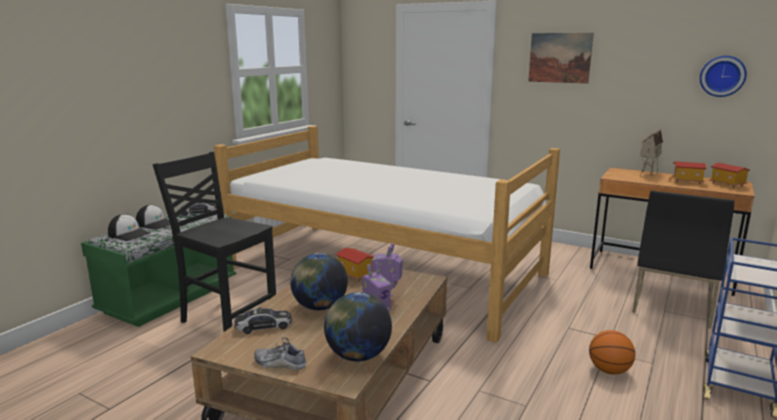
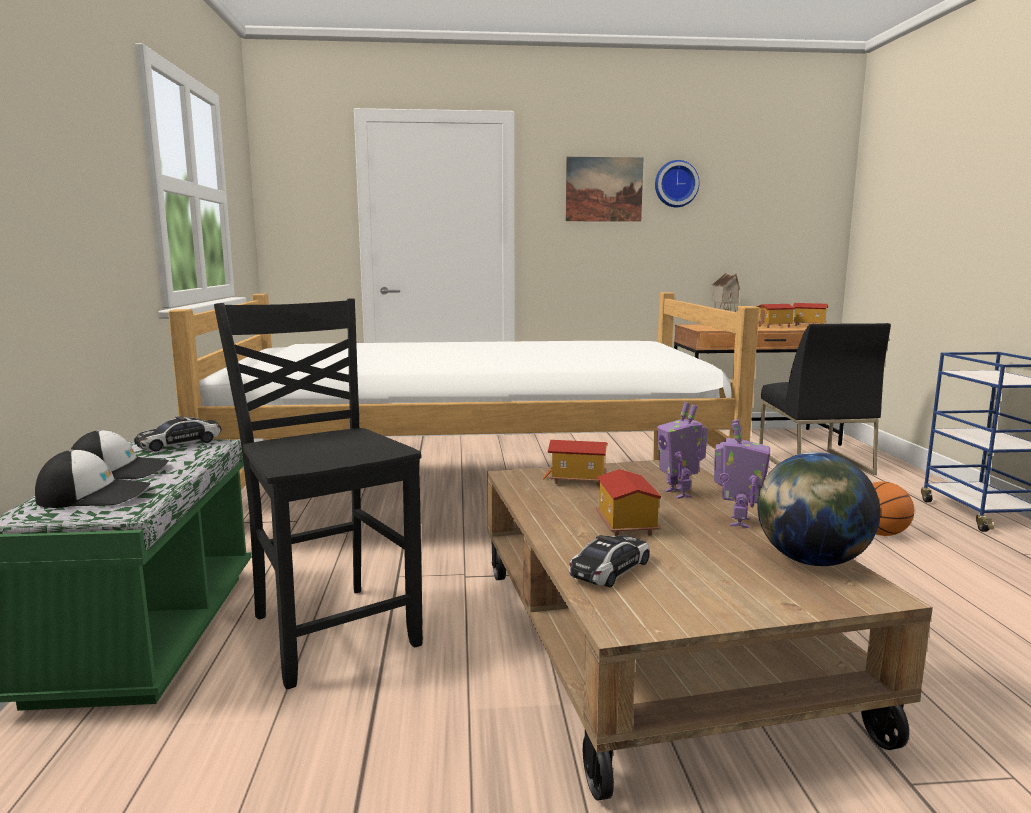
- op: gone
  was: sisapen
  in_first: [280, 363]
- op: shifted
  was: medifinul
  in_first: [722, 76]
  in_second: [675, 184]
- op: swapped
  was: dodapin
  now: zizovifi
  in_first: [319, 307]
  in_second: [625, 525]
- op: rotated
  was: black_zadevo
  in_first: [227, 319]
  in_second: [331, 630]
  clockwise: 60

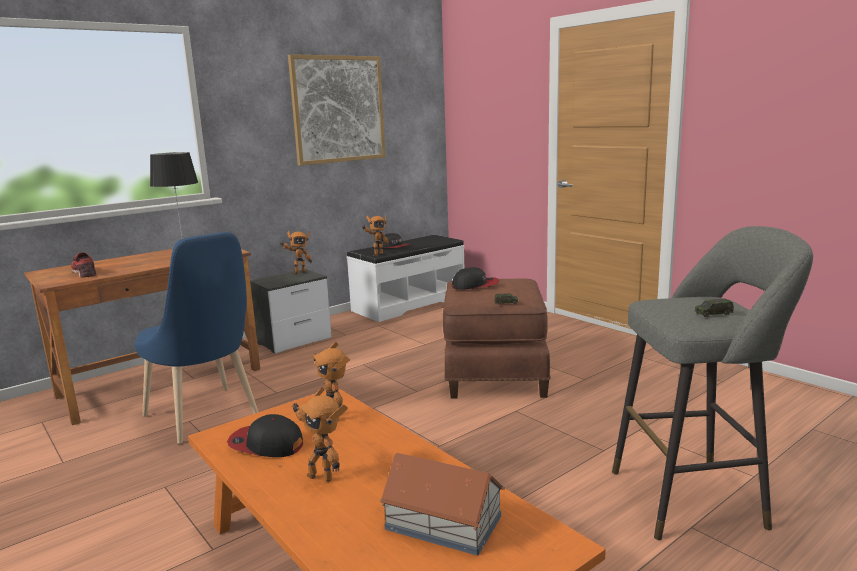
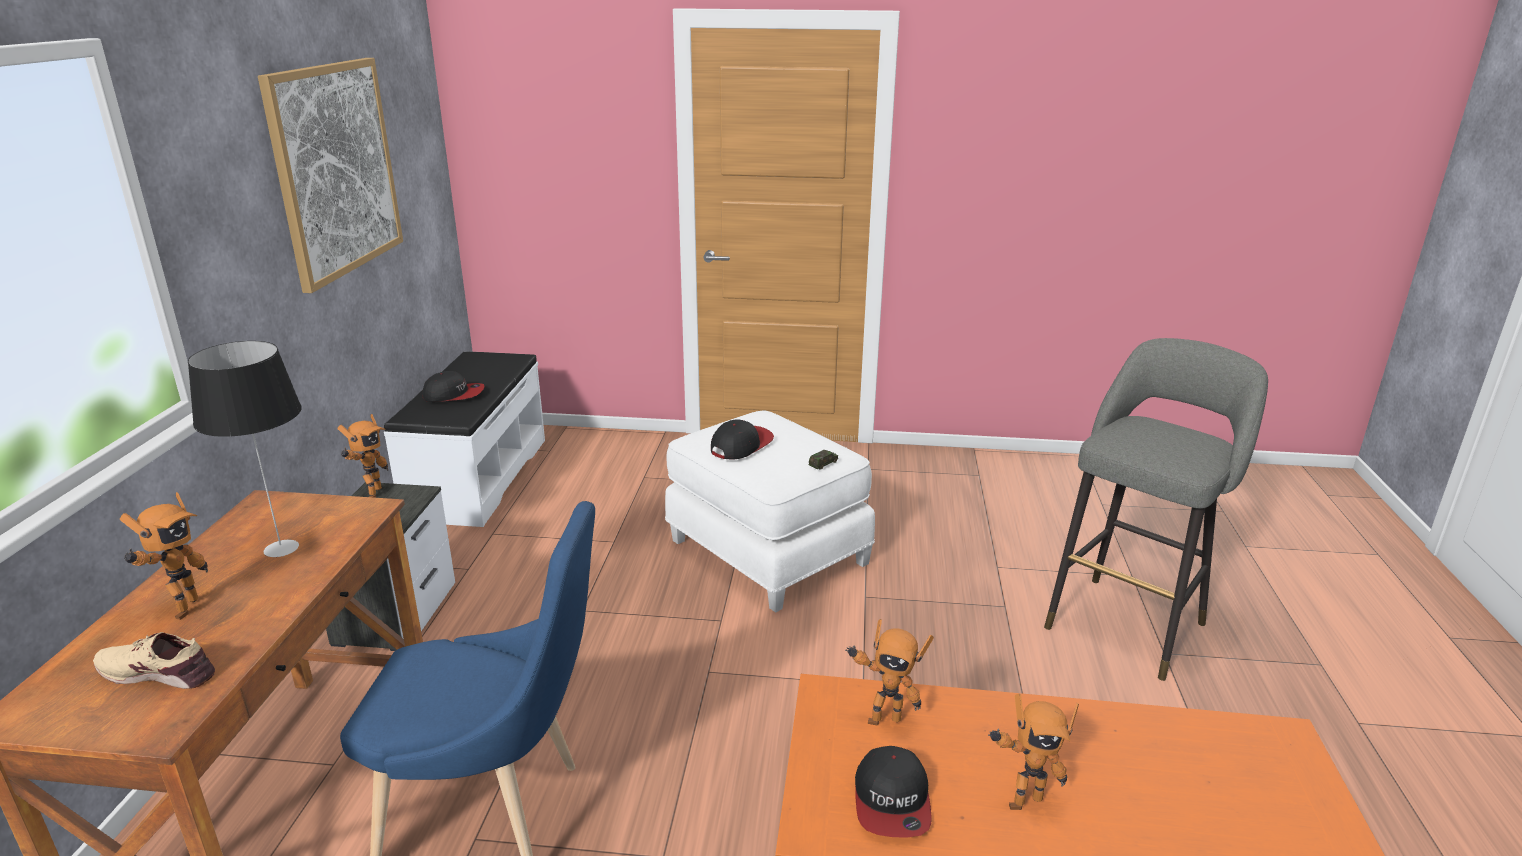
- op: gone
  was: zizovifi
  in_first: [442, 521]
- op: gone
  was: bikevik
  in_first: [713, 314]
- op: shifted
  was: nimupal
  in_first: [376, 254]
  in_second: [181, 609]
- op: repainted
  was: red_sisapen
  now: beige_sisapen
  in_first: [85, 272]
  in_second: [159, 673]
- op: repainted
  was: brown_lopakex
  now: white_lopakex
  in_first: [493, 373]
  in_second: [766, 553]
- op: rotated
  was: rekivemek
  in_first: [266, 444]
  in_second: [892, 801]
  clockwise: -60

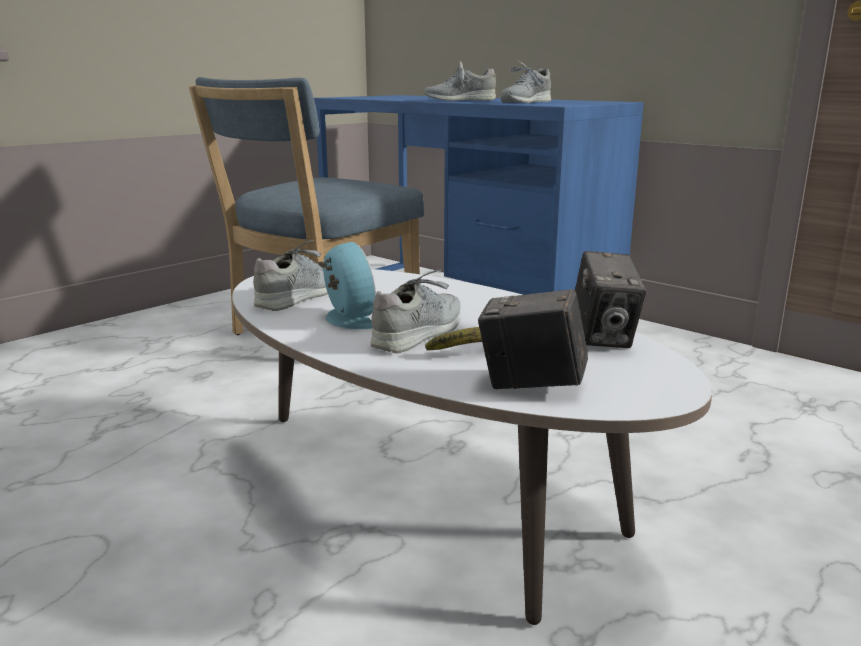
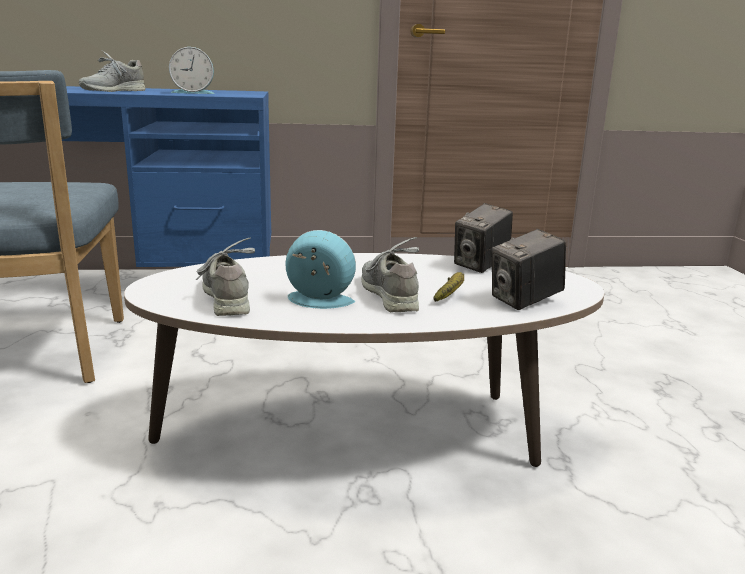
- op: swapped
  was: grey_sisapen
  now: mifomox
  in_first: [525, 102]
  in_second: [193, 93]
- op: rotated
  was: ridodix
  in_first: [603, 338]
  in_second: [481, 265]
  clockwise: 90

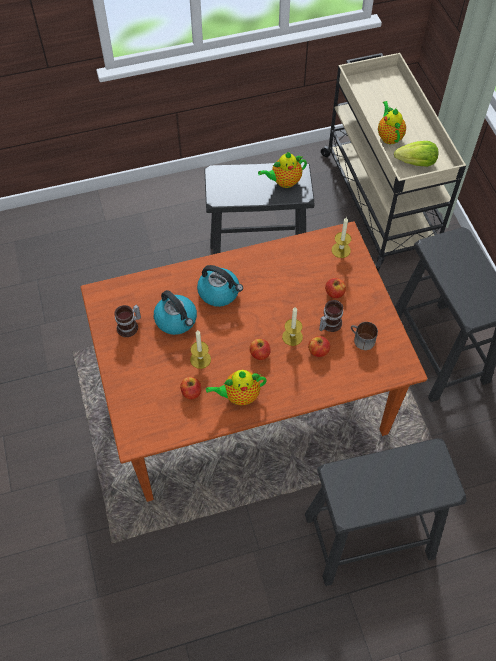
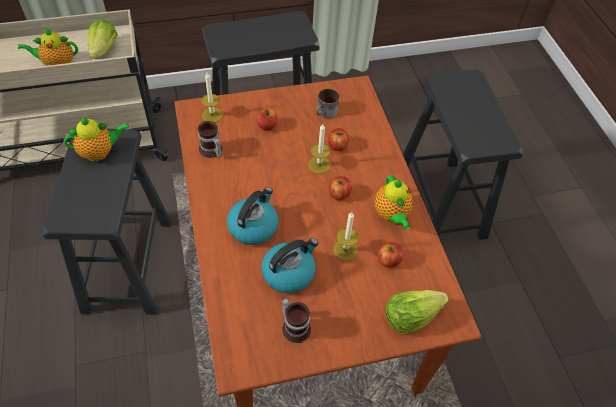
- op: new
  now: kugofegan
  in_second: [410, 317]
- op: shifted
  was: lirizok
  in_first: [329, 323]
  in_second: [211, 151]
- op: rotated
  was: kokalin
  in_first: [284, 182]
  in_second: [100, 152]
  clockwise: -90

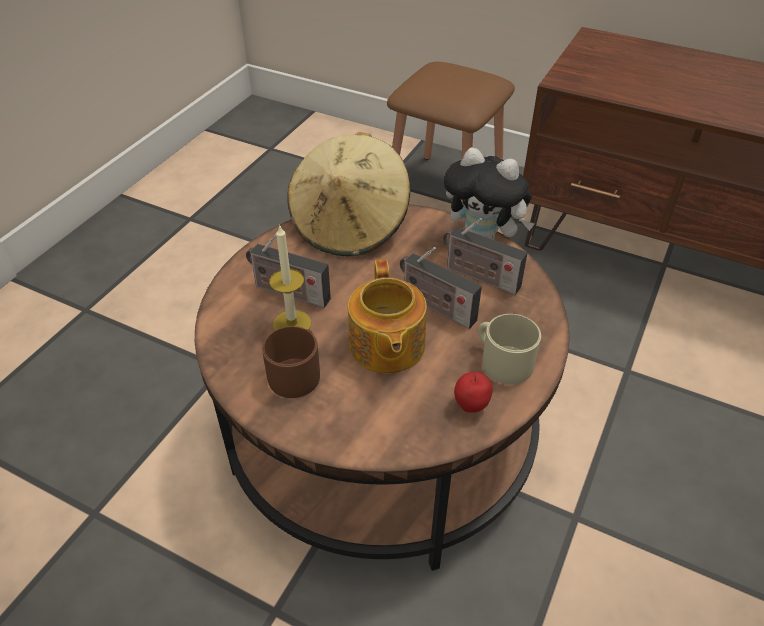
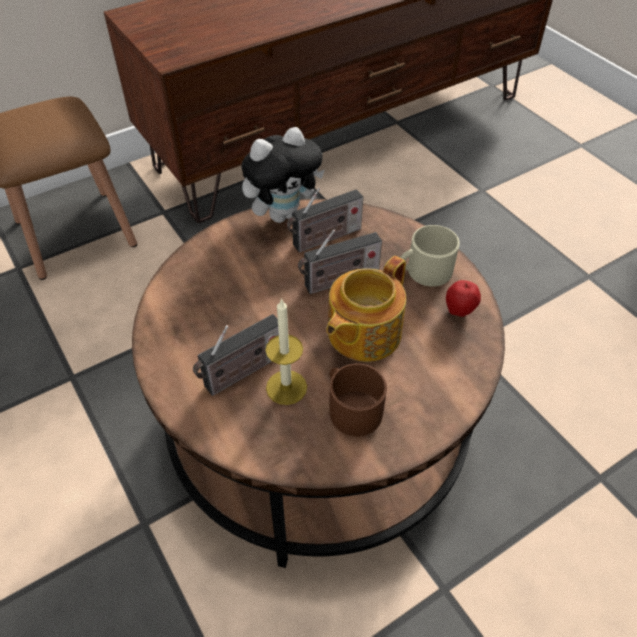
- op: gone
  was: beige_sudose
  in_first: [350, 226]
- op: rotated
  was: kokalin
  in_first: [386, 347]
  in_second: [362, 333]
  clockwise: 105

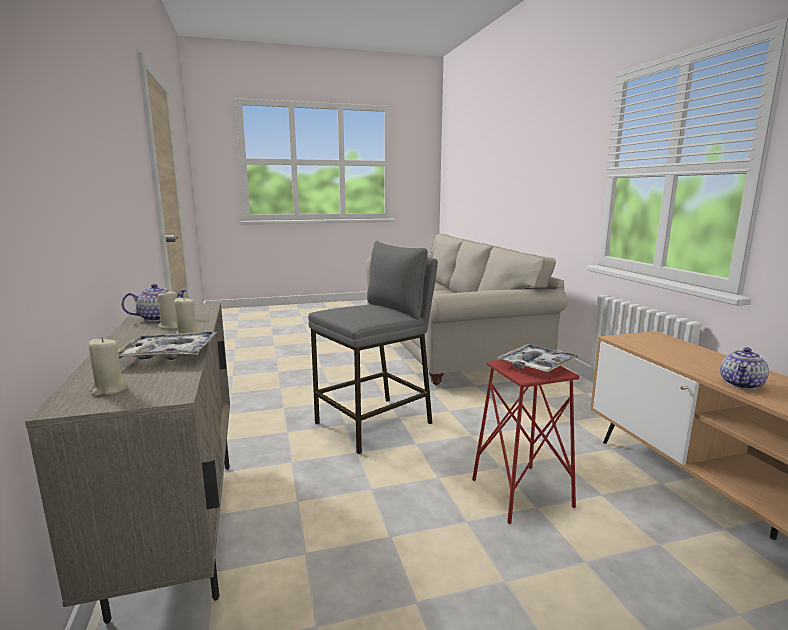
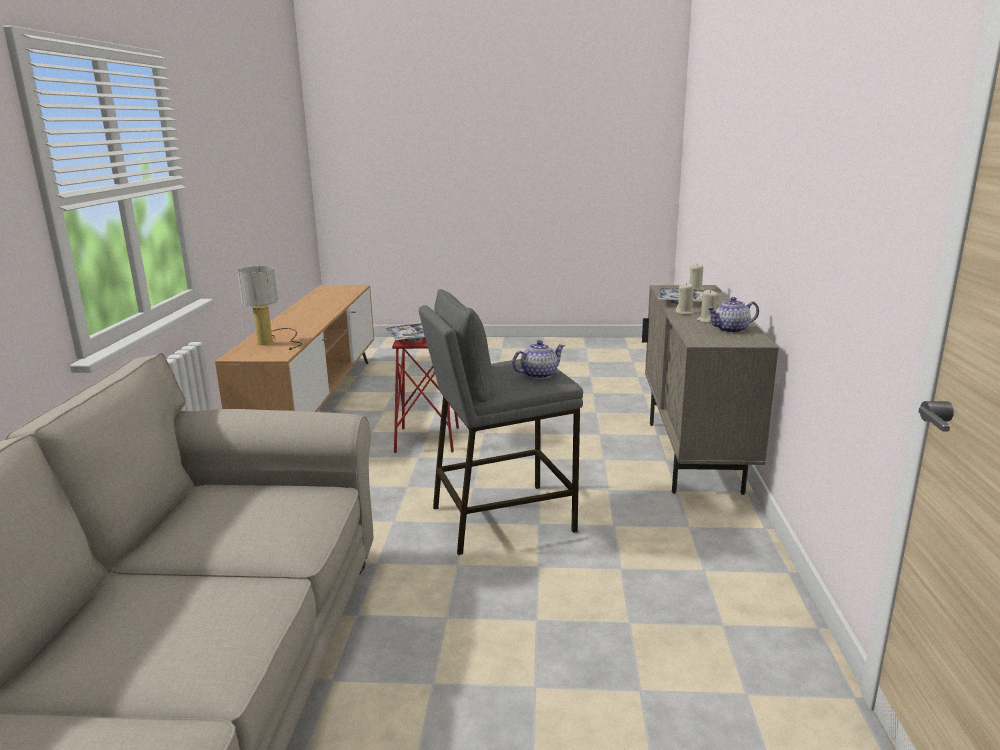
- op: new
  now: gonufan
  in_second: [274, 341]
- op: shifted
  was: kokalin
  in_first: [742, 384]
  in_second: [539, 374]

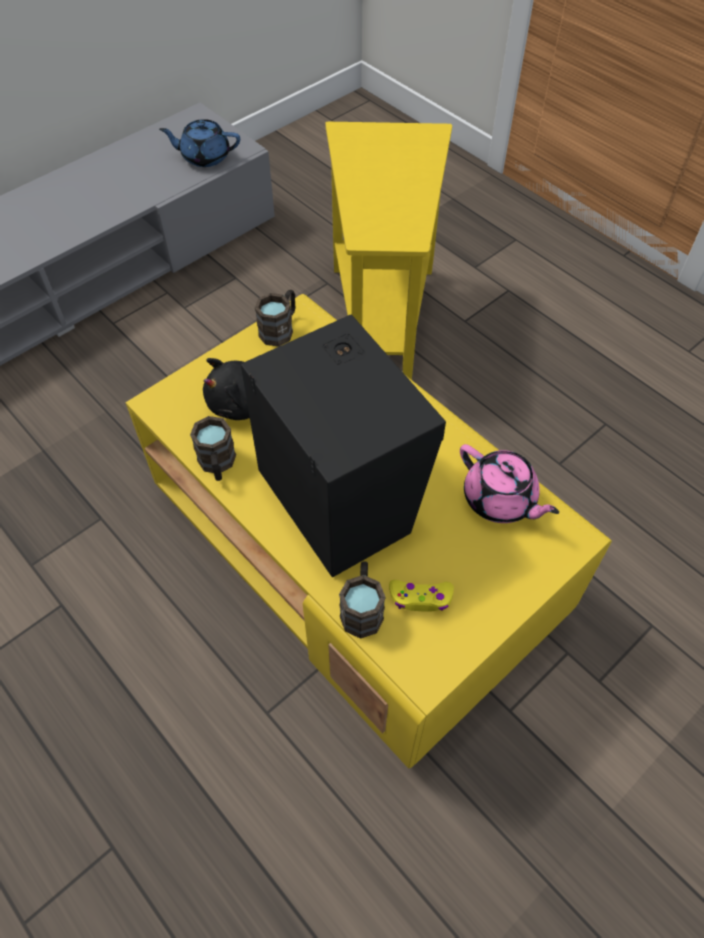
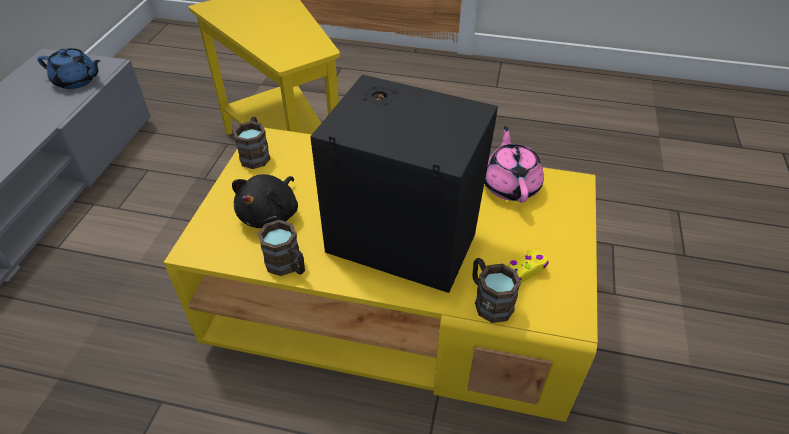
- op: rotated
  was: blue_kokalin
  in_first: [205, 157]
  in_second: [77, 81]
  clockwise: -135
- op: rotated
  was: pink_kokalin
  in_first: [500, 500]
  in_second: [510, 185]
  clockwise: -105

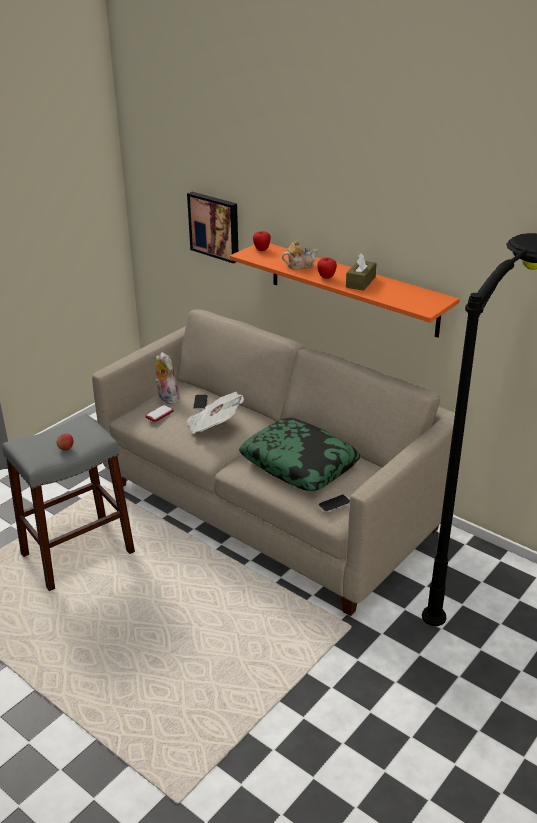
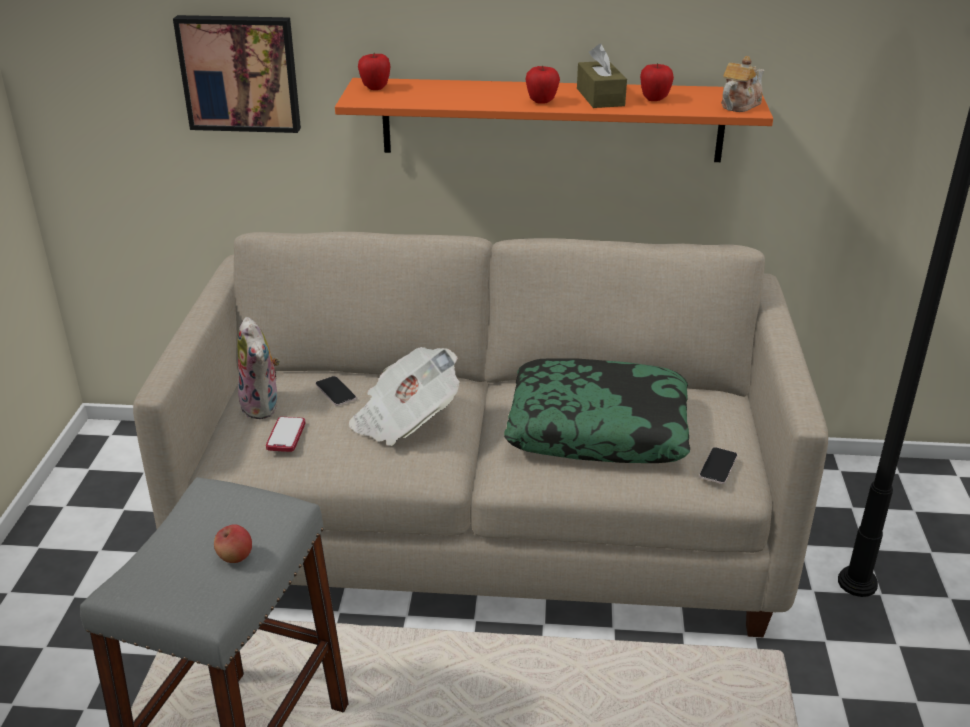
- op: new
  now: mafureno
  in_second: [654, 99]
- op: shifted
  was: kokalin
  in_first: [299, 266]
  in_second: [739, 105]
- op: rotated
  was: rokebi
  in_first: [166, 398]
  in_second: [263, 406]
  clockwise: -135

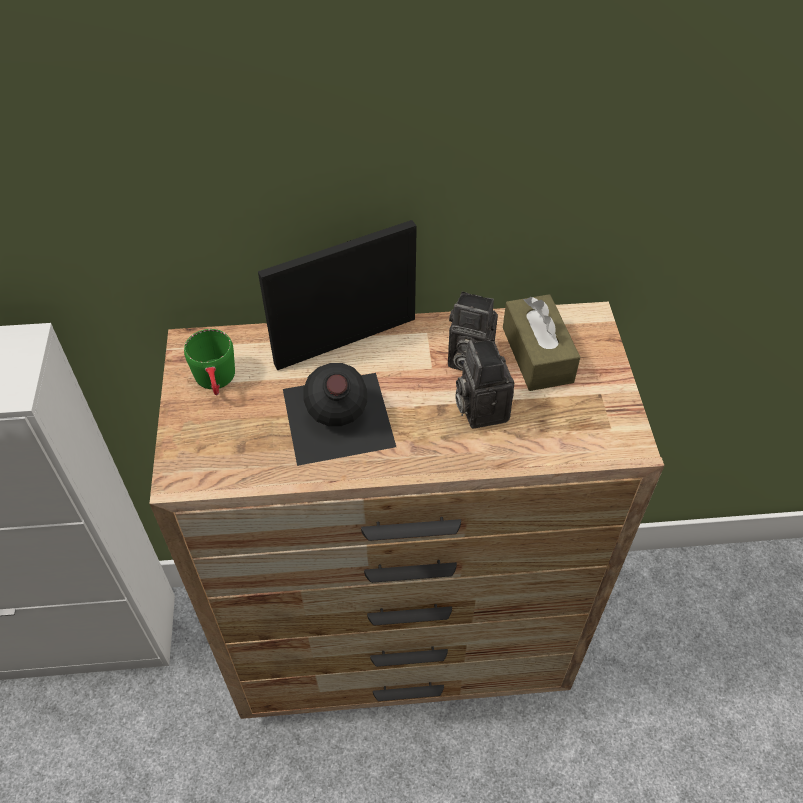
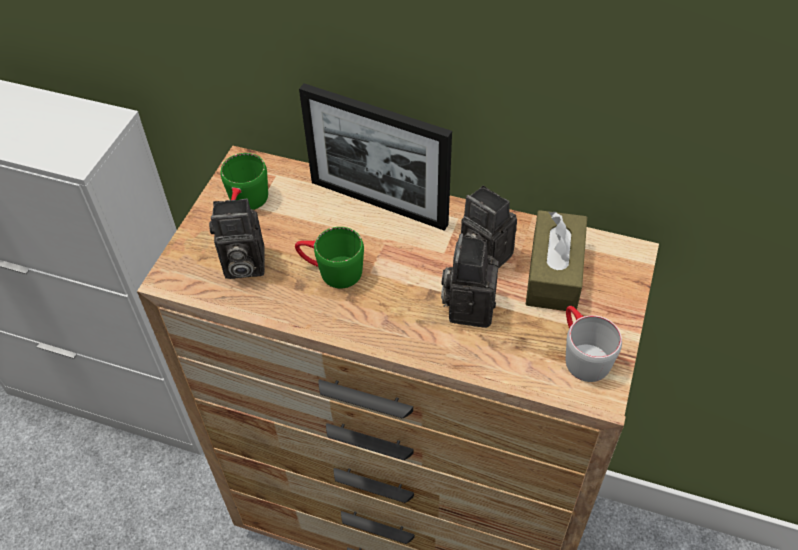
- op: new
  now: ridodix
  in_second: [242, 265]
- op: new
  now: grey_lirizok
  in_second: [581, 354]
- op: swapped
  was: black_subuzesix
  now: green_lirizok
  in_first: [336, 419]
  in_second: [331, 271]
- op: rotated
  was: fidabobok
  in_first: [346, 341]
  in_second: [378, 203]
  clockwise: -150

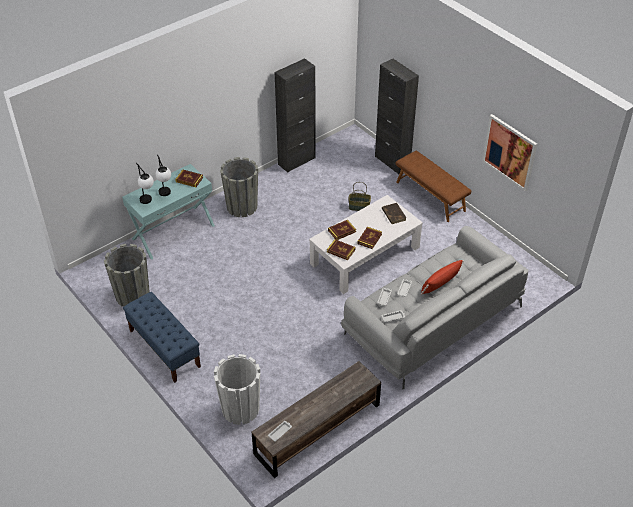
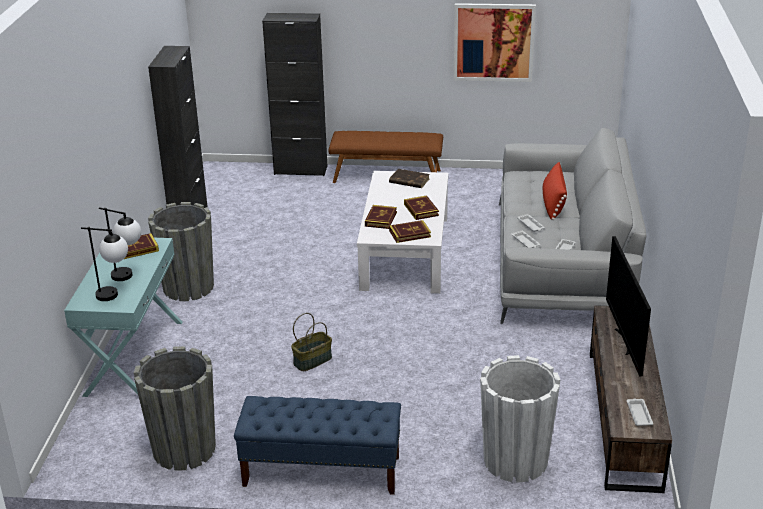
- op: new
  now: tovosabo
  in_second: [625, 341]
- op: shifted
  was: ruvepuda
  in_first: [359, 207]
  in_second: [312, 360]

